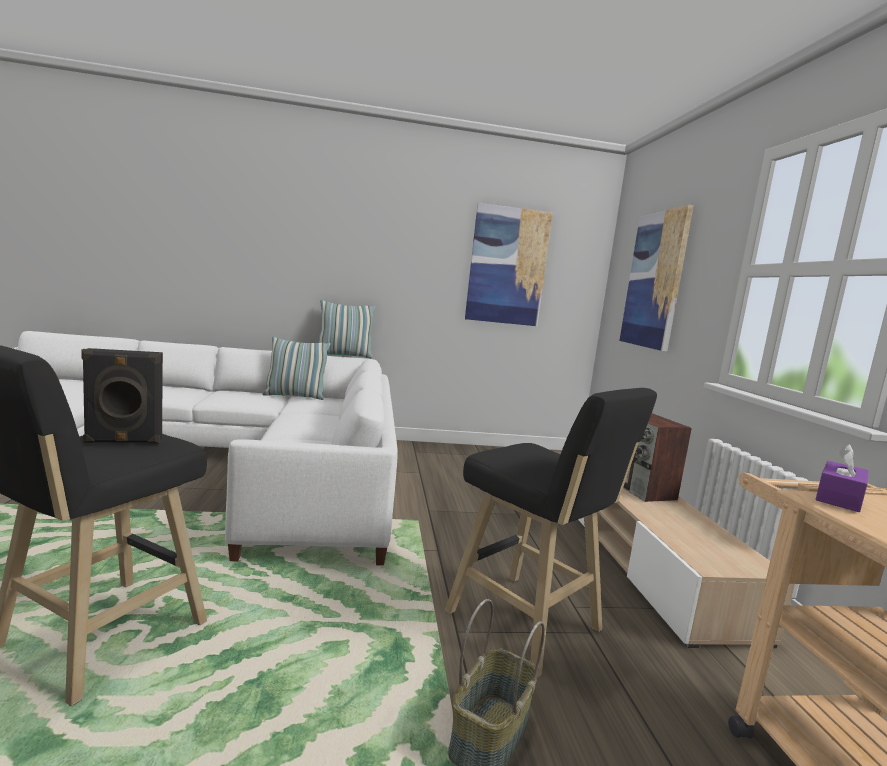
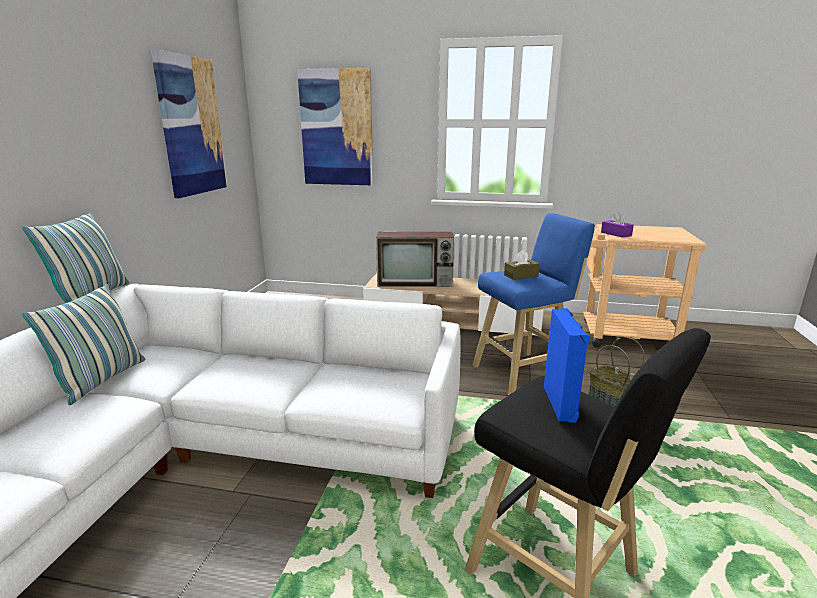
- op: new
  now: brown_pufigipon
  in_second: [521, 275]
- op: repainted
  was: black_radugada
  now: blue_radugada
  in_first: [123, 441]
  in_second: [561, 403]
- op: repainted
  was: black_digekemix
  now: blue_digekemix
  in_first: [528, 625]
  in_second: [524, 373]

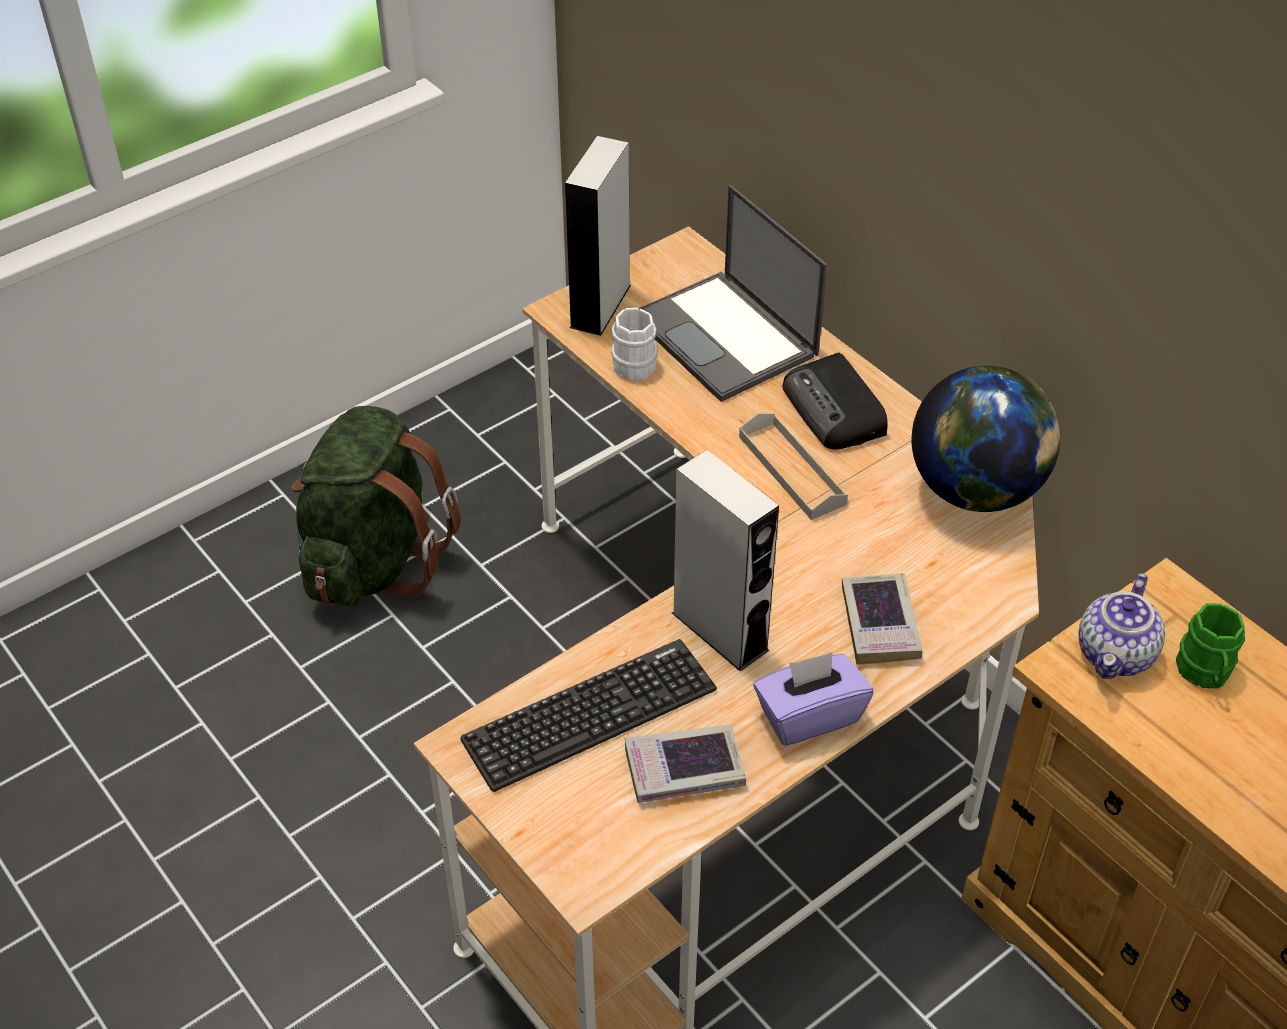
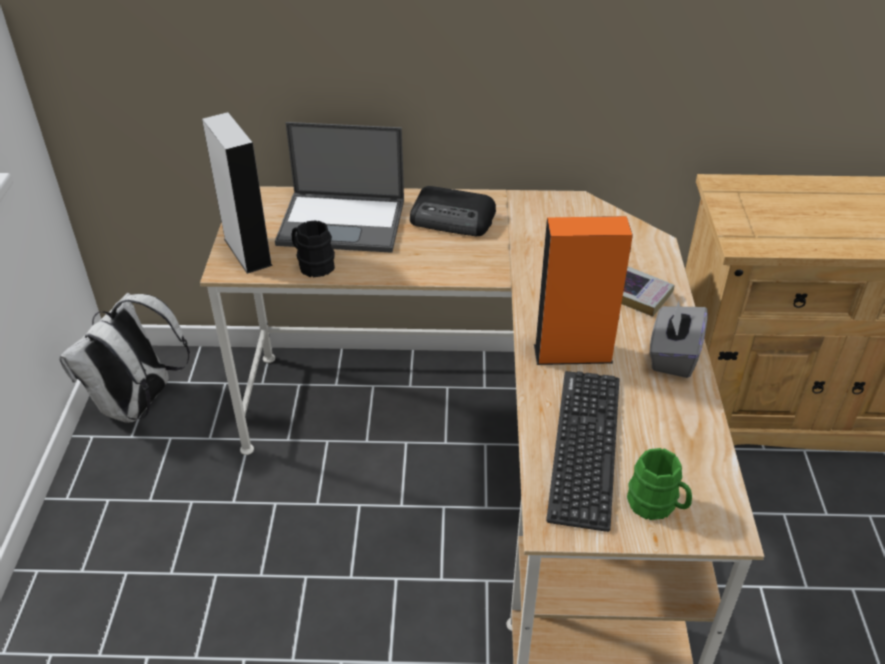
- op: gone
  was: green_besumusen
  in_first: [374, 560]
- op: gone
  was: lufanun
  in_first: [684, 770]
- op: gone
  was: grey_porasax
  in_first: [791, 470]
- op: gone
  was: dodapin
  in_first: [975, 491]
- op: gone
  was: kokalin
  in_first: [1116, 655]
- op: new
  now: white_besumusen
  in_second: [139, 405]
- op: shifted
  was: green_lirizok
  in_first: [1204, 674]
  in_second: [657, 506]
- op: repainted
  was: white_lirizok
  now: black_lirizok
  in_first: [633, 361]
  in_second: [312, 265]
- op: repainted
  was: grey_radugada
  now: orange_radugada
  in_first: [720, 631]
  in_second: [573, 353]
- op: repainted
  was: purple_pufigipon
  now: grey_pufigipon
  in_first: [809, 715]
  in_second: [673, 355]

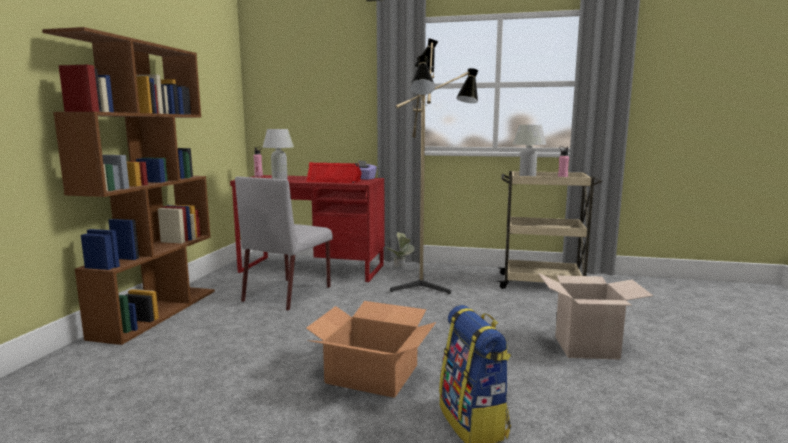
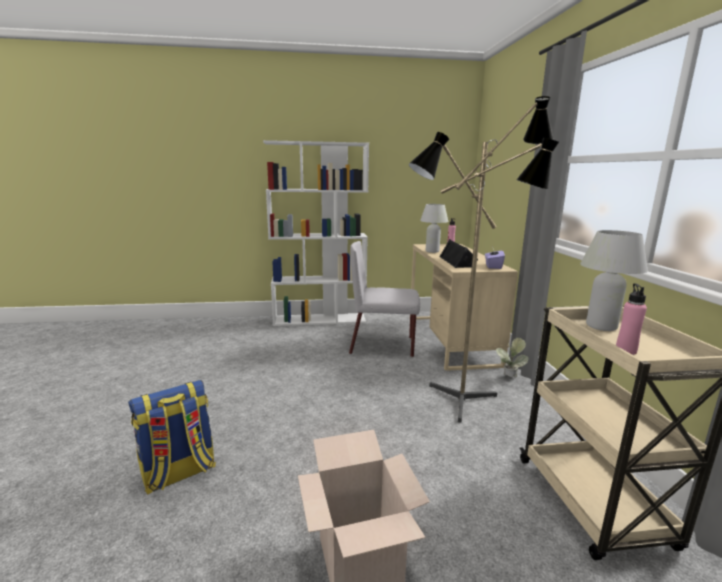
- op: gone
  was: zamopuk
  in_first: [372, 373]
- op: repainted
  was: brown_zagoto
  now: white_zagoto
  in_first: [157, 312]
  in_second: [320, 319]
- op: repainted
  was: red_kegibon
  now: beige_kegibon
  in_first: [312, 269]
  in_second: [450, 340]
- op: repainted
  was: red_radugada
  now: black_radugada
  in_first: [334, 181]
  in_second: [458, 261]

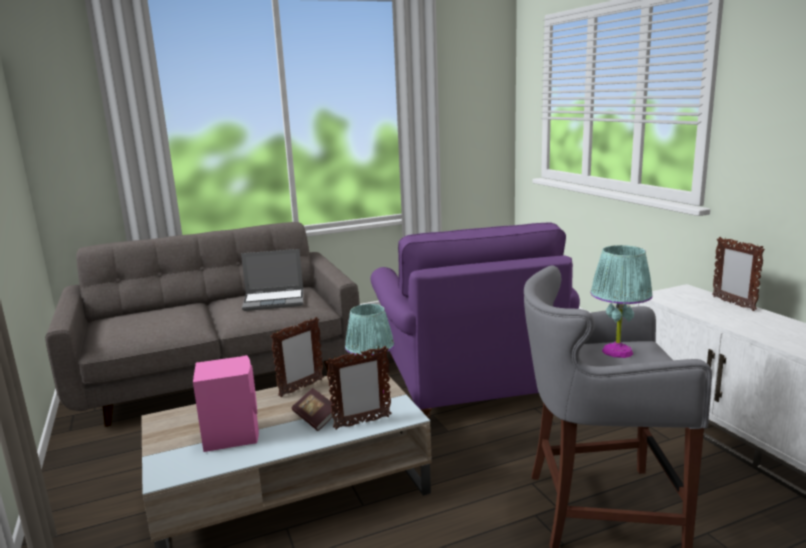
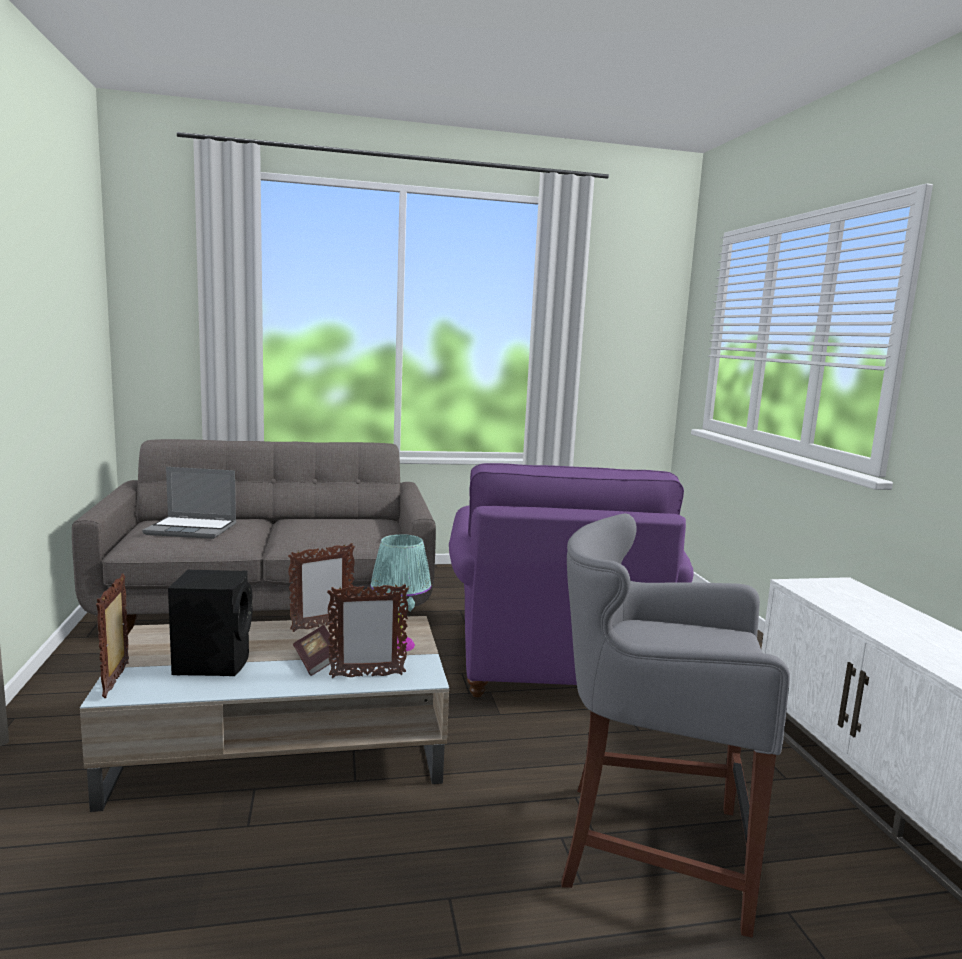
- op: gone
  was: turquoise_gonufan
  in_first: [617, 351]
- op: shifted
  was: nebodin
  in_first: [275, 301]
  in_second: [193, 529]
- op: shifted
  was: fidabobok
  in_first: [733, 303]
  in_second: [117, 680]
- op: repainted
  was: pink_radugada
  now: black_radugada
  in_first: [231, 435]
  in_second: [214, 662]

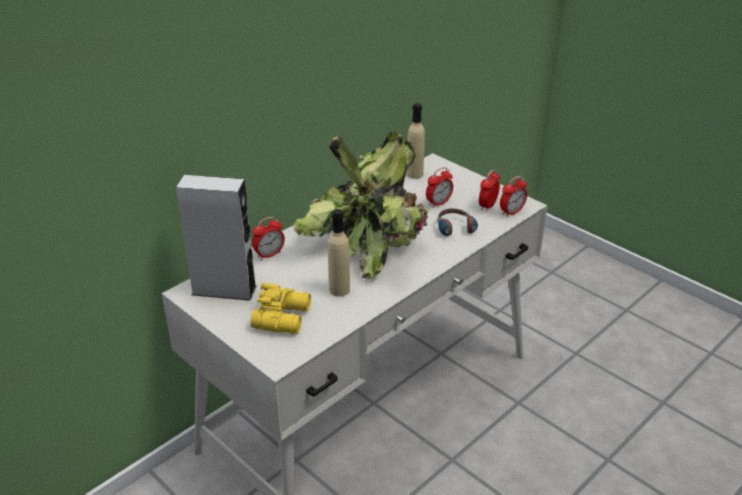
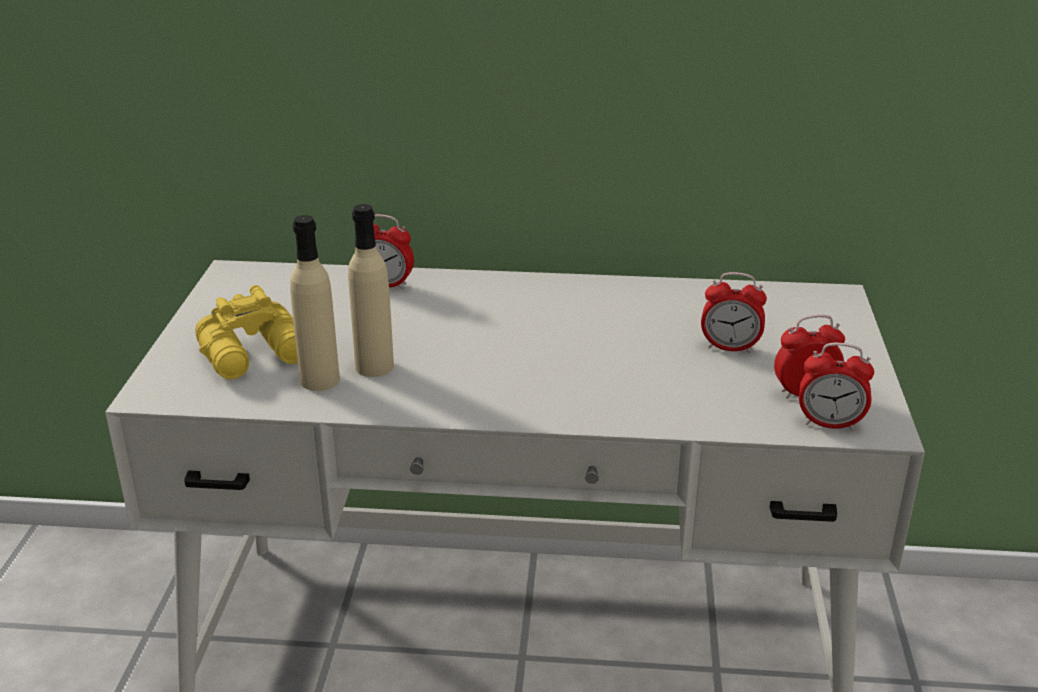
- op: gone
  was: grey_radugada
  in_first: [224, 290]
- op: gone
  was: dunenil
  in_first: [370, 242]
- op: gone
  was: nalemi
  in_first: [457, 231]
- op: shifted
  was: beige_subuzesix
  in_first: [414, 174]
  in_second: [319, 380]

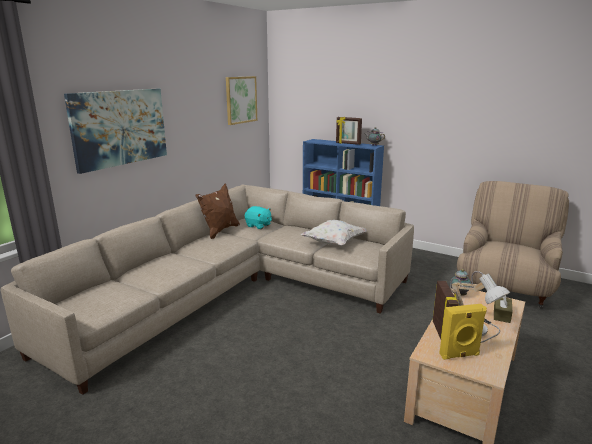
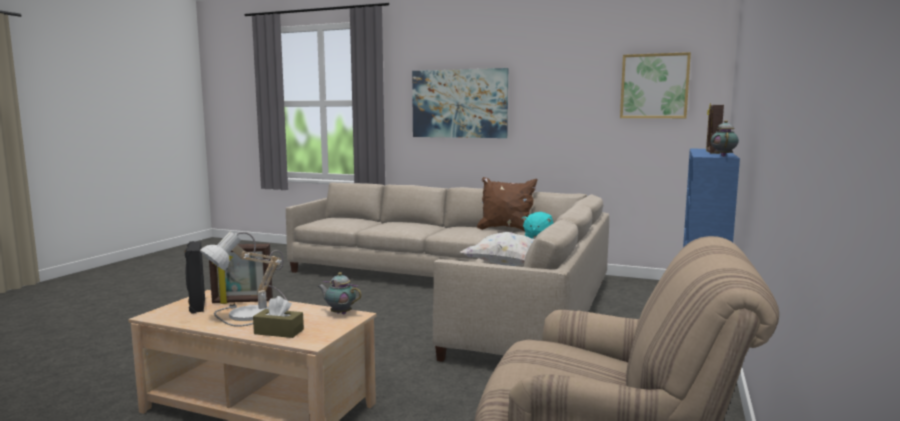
- op: repainted
  was: yellow_radugada
  now: black_radugada
  in_first: [459, 355]
  in_second: [196, 306]

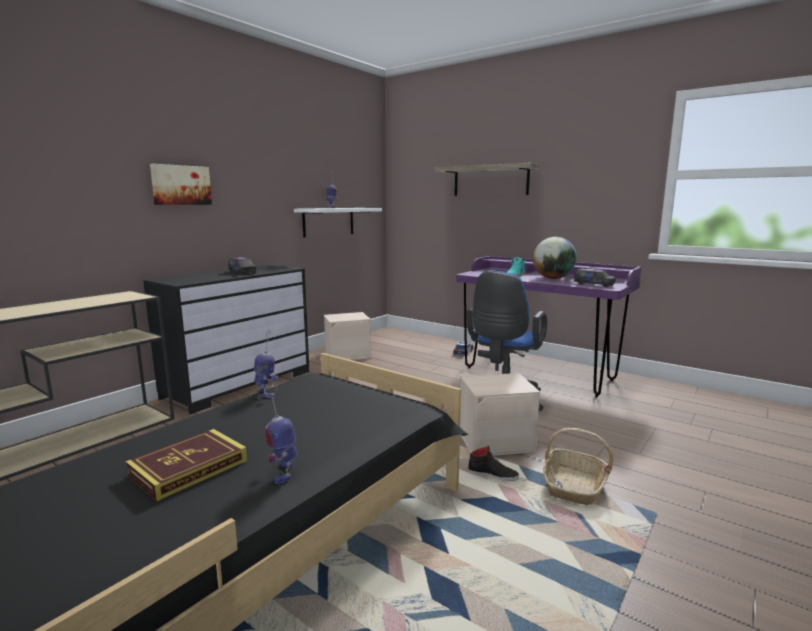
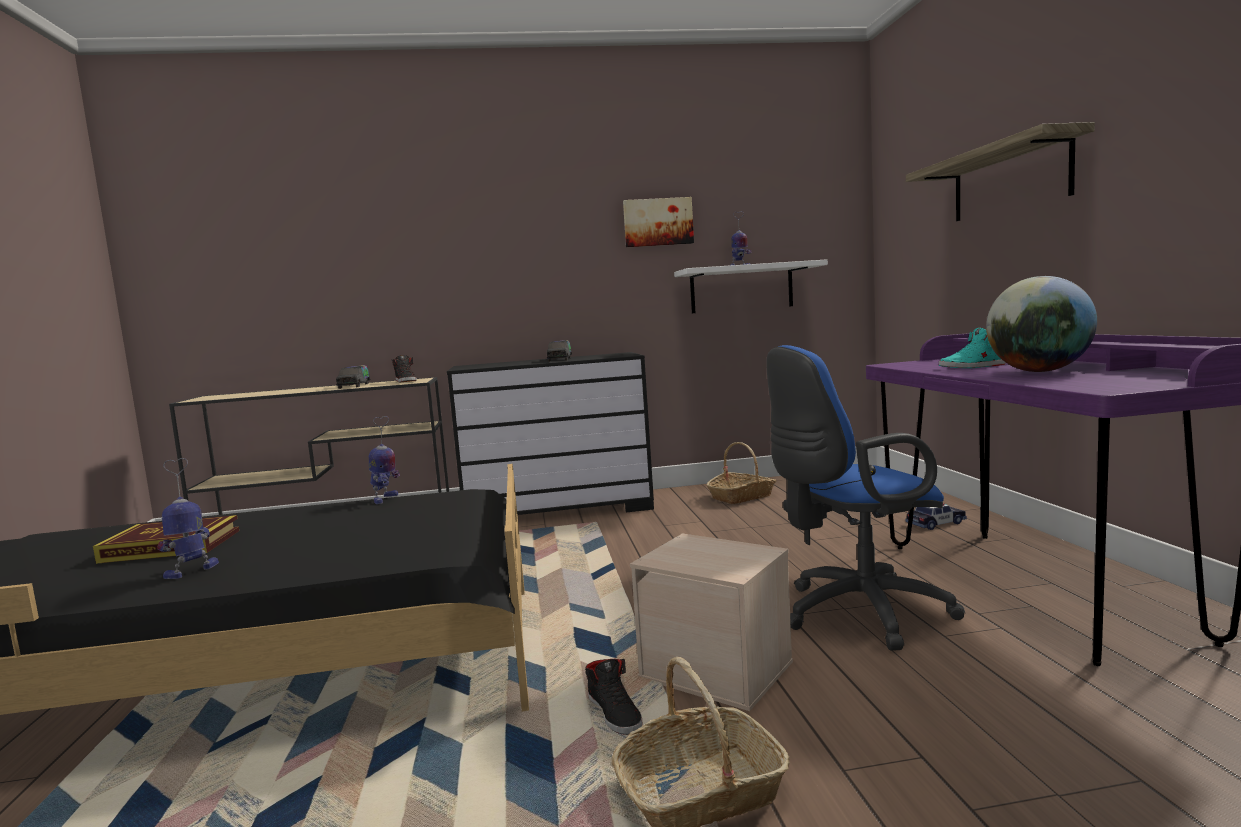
- op: new
  now: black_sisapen
  in_second: [406, 381]
- op: shifted
  was: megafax
  in_first: [181, 185]
  in_second: [658, 222]
- op: shifted
  was: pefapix
  in_first: [594, 284]
  in_second: [354, 386]
- op: swapped
  was: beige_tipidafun
  now: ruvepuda
  in_first: [348, 355]
  in_second: [742, 496]

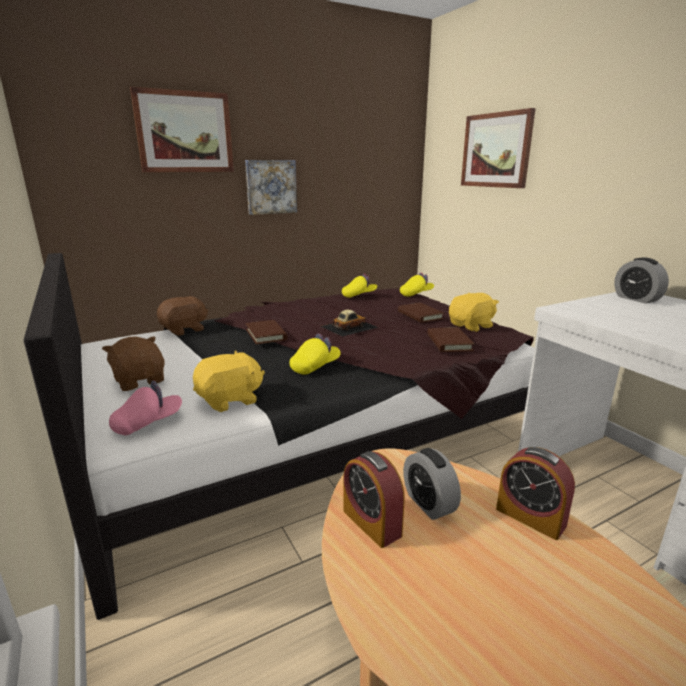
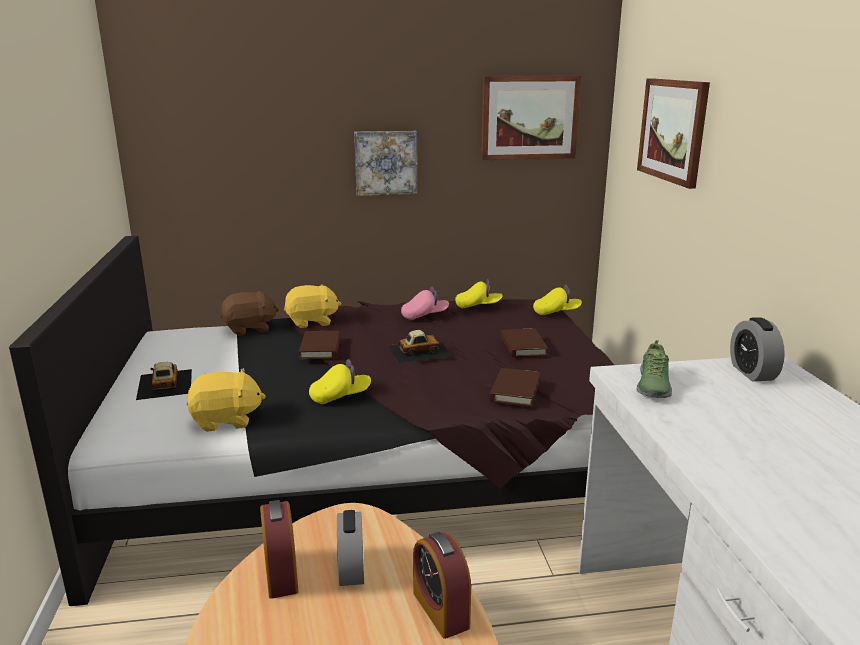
- op: new
  now: sisapen
  in_second: [652, 386]
- op: shifted
  was: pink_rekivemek
  in_first: [148, 423]
  in_second: [425, 316]
- op: shifted
  was: megafax
  in_first: [184, 132]
  in_second: [529, 117]
- op: shifted
  was: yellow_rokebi
  in_first: [471, 326]
  in_second: [312, 322]
- op: swapped
  was: brown_rokebi
  now: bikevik
  in_first: [140, 381]
  in_second: [164, 384]

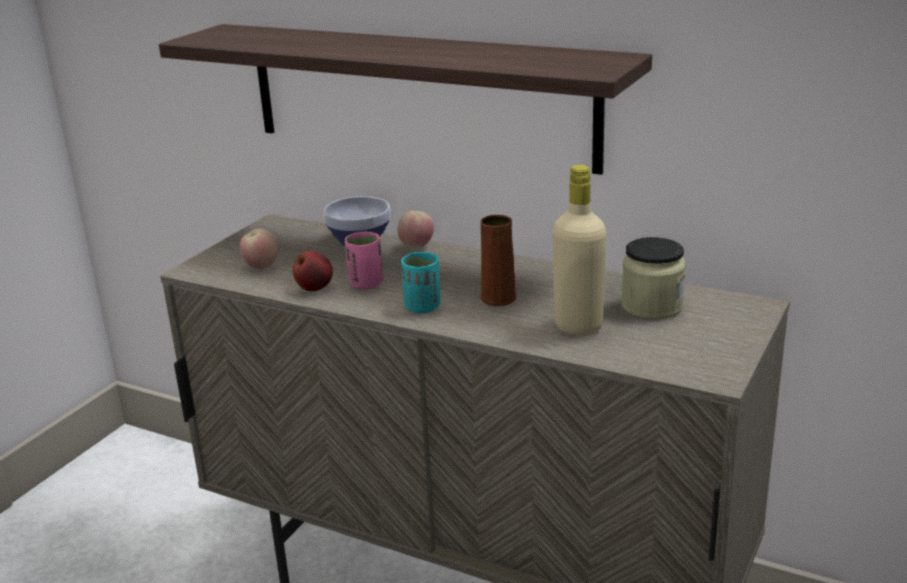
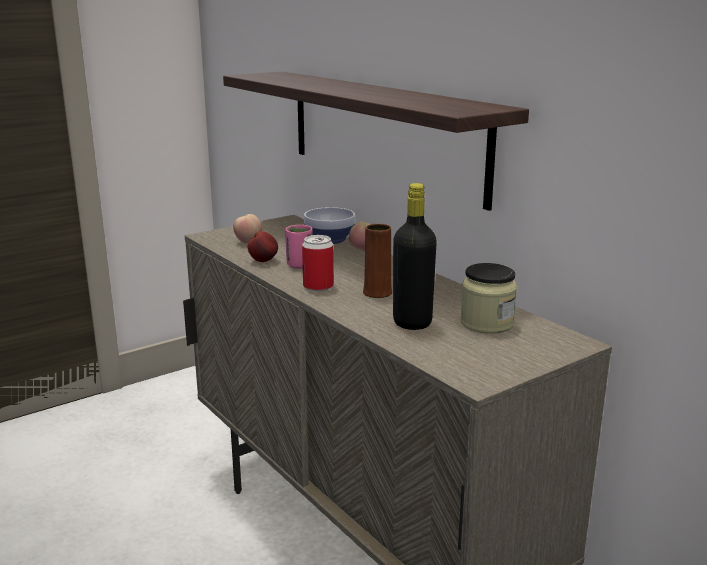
- op: swapped
  was: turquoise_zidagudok
  now: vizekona
  in_first: [422, 307]
  in_second: [318, 286]
- op: repainted
  was: beige_subuzesix
  now: black_subuzesix
  in_first: [578, 326]
  in_second: [412, 322]

